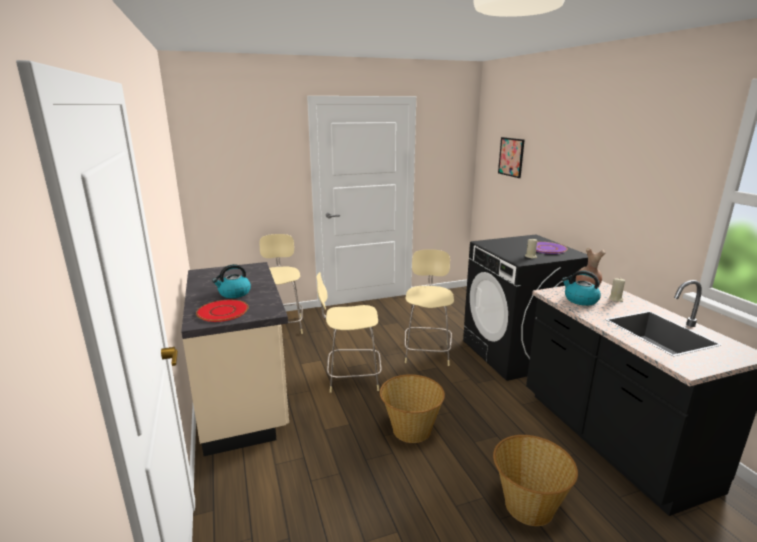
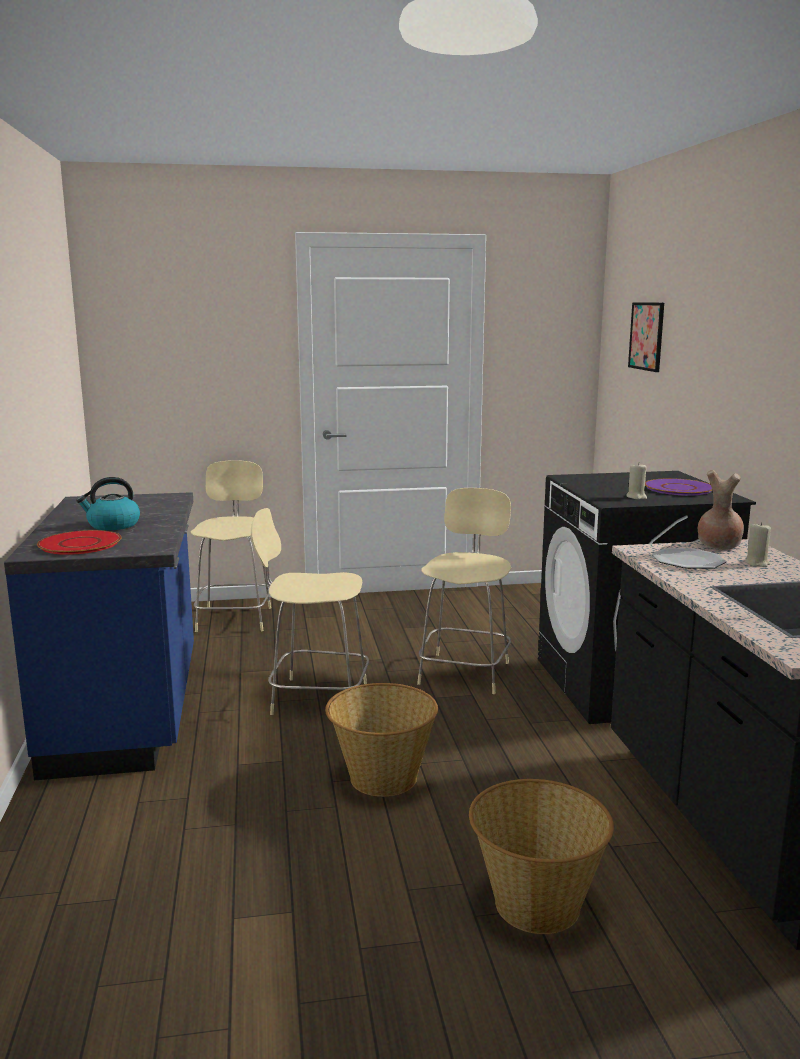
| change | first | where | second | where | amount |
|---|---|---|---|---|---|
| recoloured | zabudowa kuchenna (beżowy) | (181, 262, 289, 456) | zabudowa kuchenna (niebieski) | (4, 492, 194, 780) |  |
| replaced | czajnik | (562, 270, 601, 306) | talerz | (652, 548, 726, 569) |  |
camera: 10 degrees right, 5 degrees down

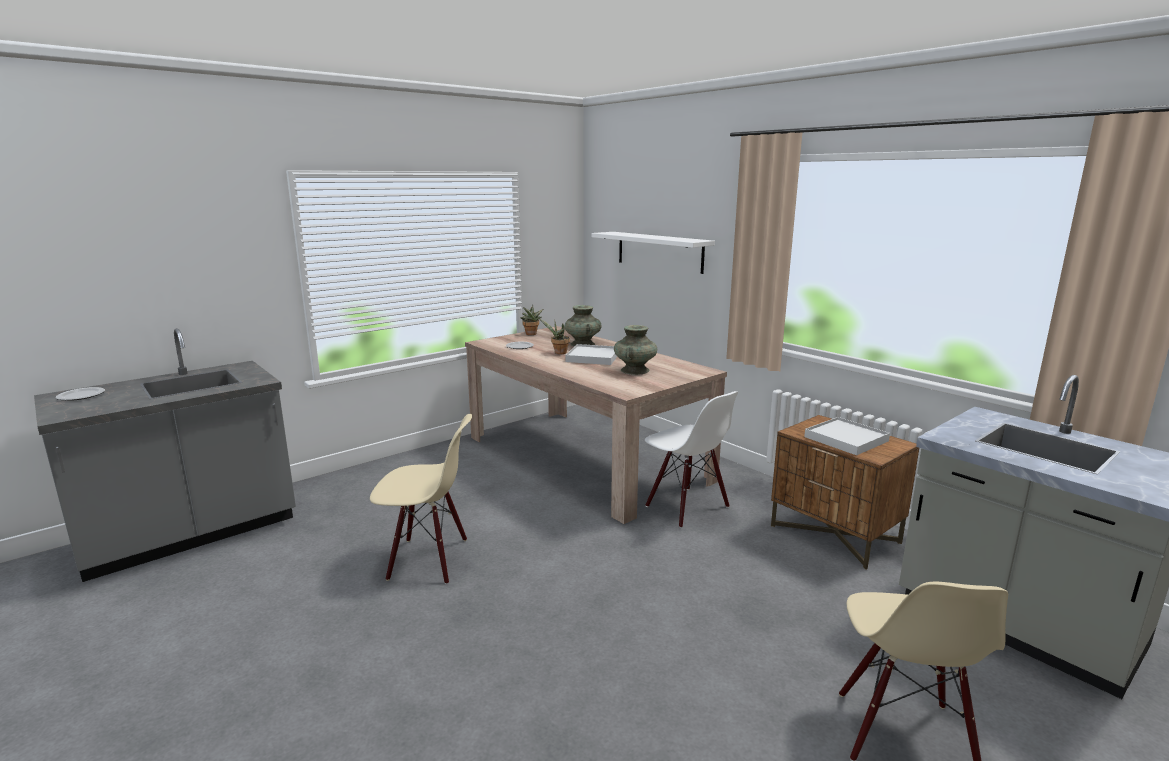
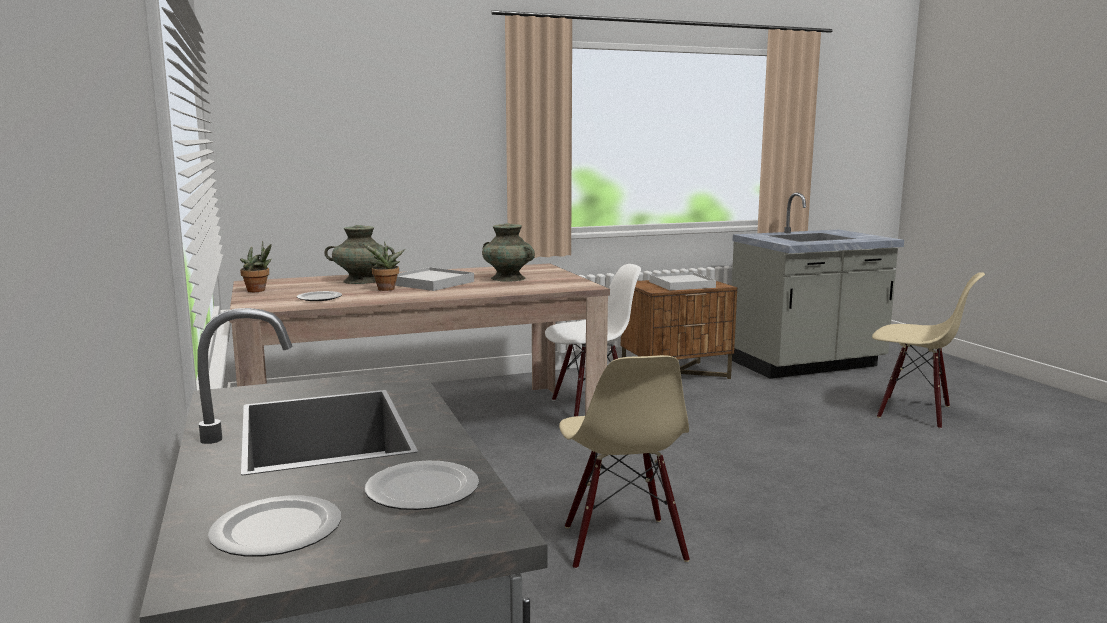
| change | first | where | second | where | amount |
|---|---|---|---|---|---|
| added |  |  | talerz | (365, 461, 479, 510) |  |
| turned | krzesło (beżowy) | (370, 414, 472, 584) |  | (559, 355, 690, 569) | 150 degrees clockwise |
| removed | półka (biały) | (591, 232, 715, 274) |  |  |  |
camera: 70 degrees left, 5 degrees down

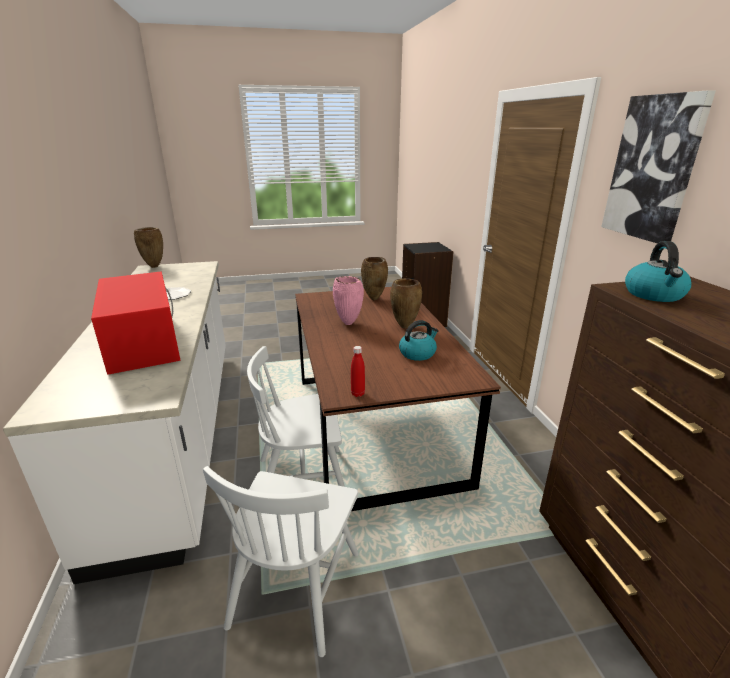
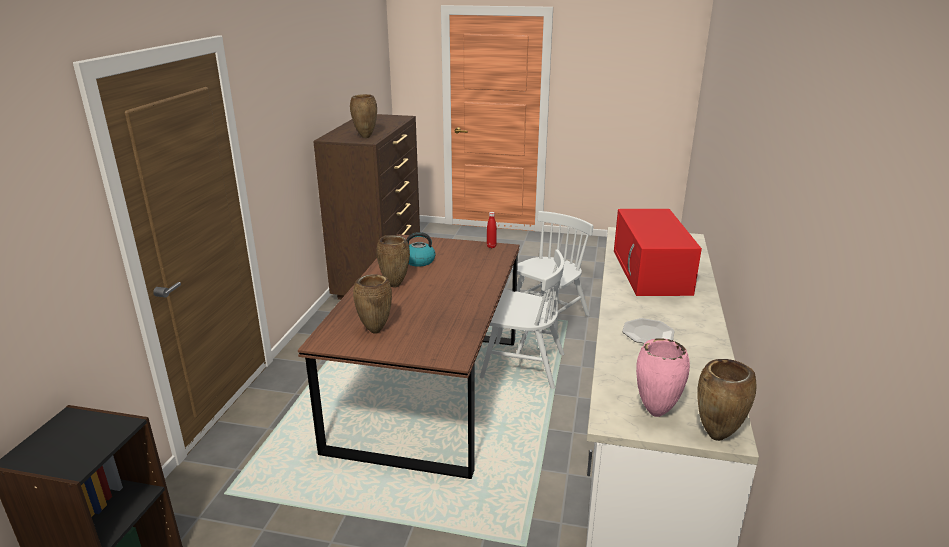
| change | first | where | second | where | amount |
|---|---|---|---|---|---|
| replaced | czajnik | (625, 241, 691, 302) | wazon (brązowy) | (350, 94, 377, 138) |  |
| moved | wazon (różowy) | (333, 276, 364, 325) |  | (636, 338, 690, 417) |  |
| removed | obraz | (601, 90, 716, 244) |  |  |  |
camera: 155 degrees left, 0 degrees up

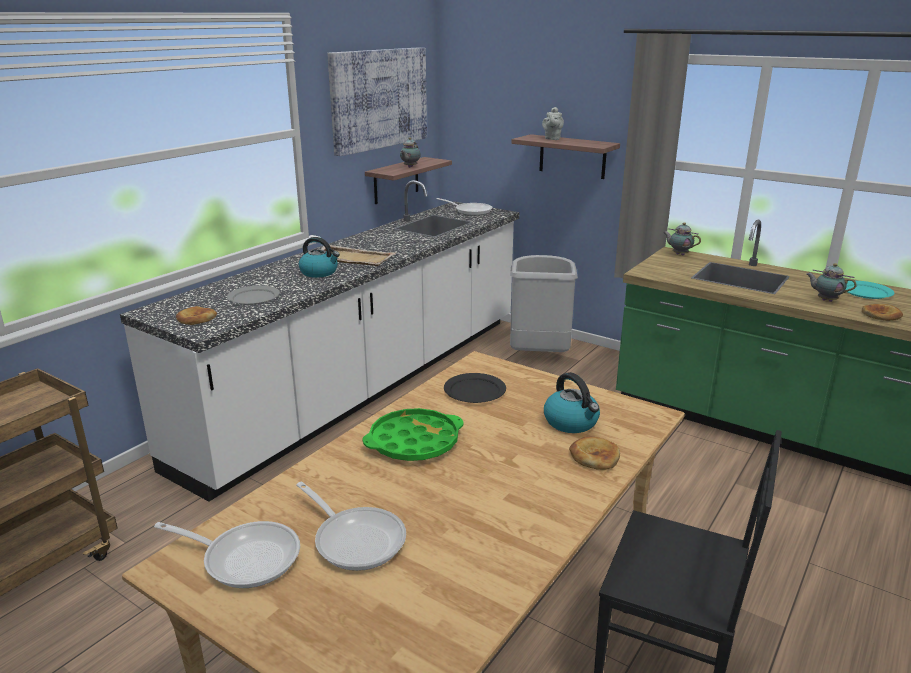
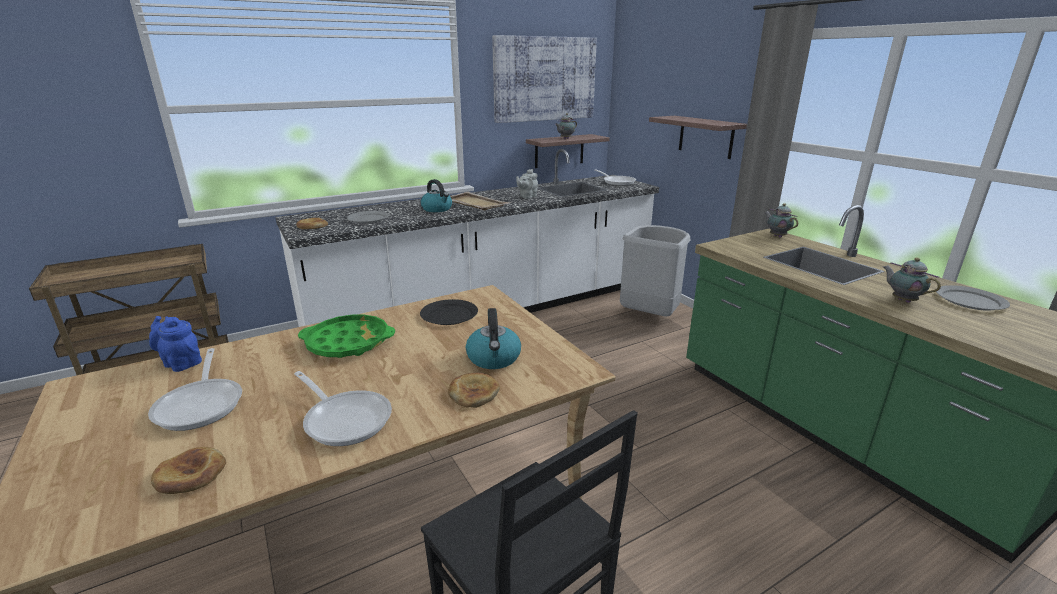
| change | first | where | second | where | amount |
|---|---|---|---|---|---|
| added |  |  | imbryk (niebieski) | (149, 316, 202, 372) |  |
| moved | chleb | (862, 304, 903, 321) |  | (151, 447, 226, 494) |  |
| moved | patelnia | (154, 521, 300, 588) |  | (294, 371, 392, 446) |  |
| moved | imbryk (szary) | (542, 107, 564, 140) |  | (516, 169, 538, 199) |  |
| recoloured | talerz (turkusowy) | (846, 281, 894, 299) | talerz (szary) | (936, 285, 1010, 311) |  |
camera: 25 degrees right, 0 degrees up

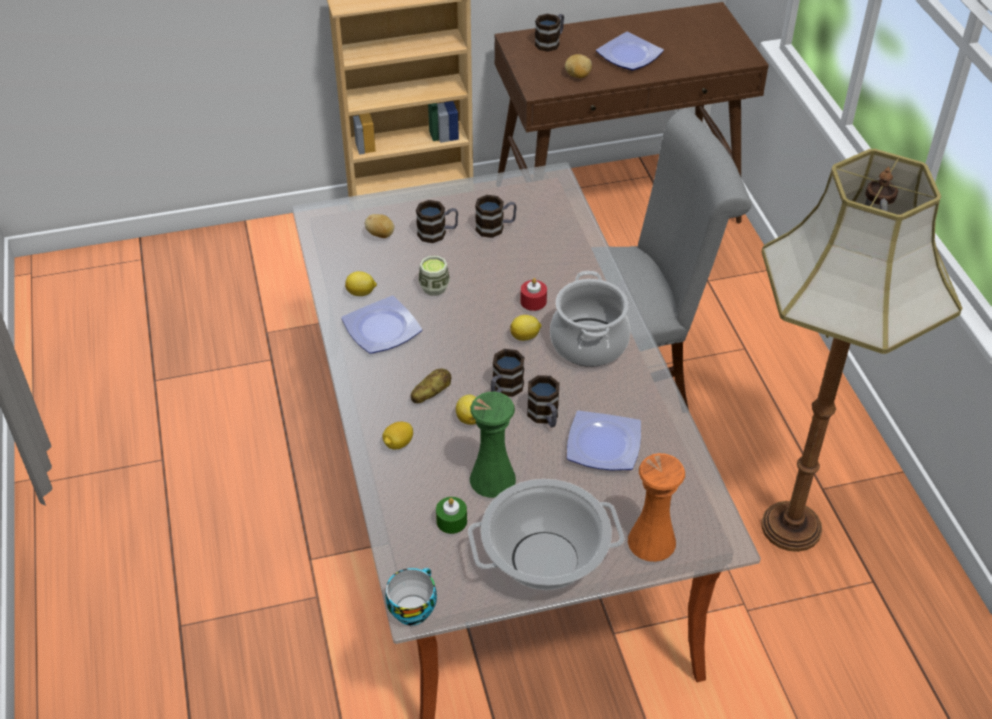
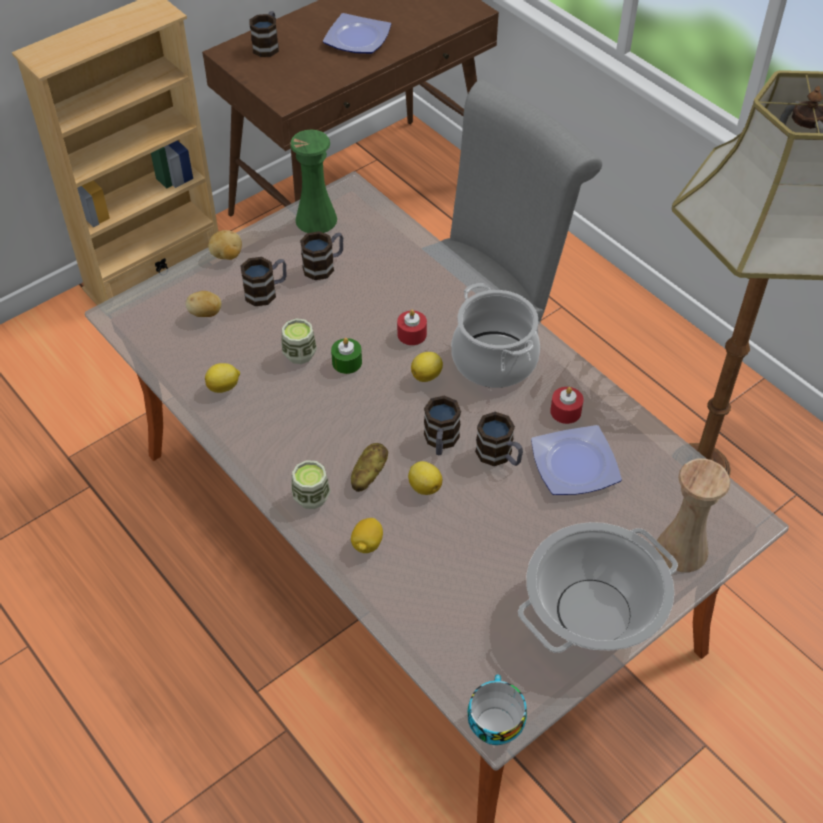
| change | first | where | second | where | amount |
|---|---|---|---|---|---|
| moved | ziemniak | (565, 54, 592, 78) |  | (208, 230, 242, 260) |  |
| moved | wazon (zielony) | (470, 392, 516, 498) |  | (290, 130, 337, 233) |  |
| added |  |  | filiżanka | (291, 460, 331, 509) |  |
| moved | świeca (zielony) | (436, 497, 467, 534) |  | (331, 338, 362, 374) |  |
| added |  |  | świeca (czerwony) | (550, 387, 584, 424) |  |
| recoloured | wazon (pomarańczowy) | (628, 453, 685, 562) | wazon (beżowy) | (655, 458, 730, 572) |  |
| removed | talerz | (341, 296, 422, 354) |  |  |  |
camera: 25 degrees left, 5 degrees up

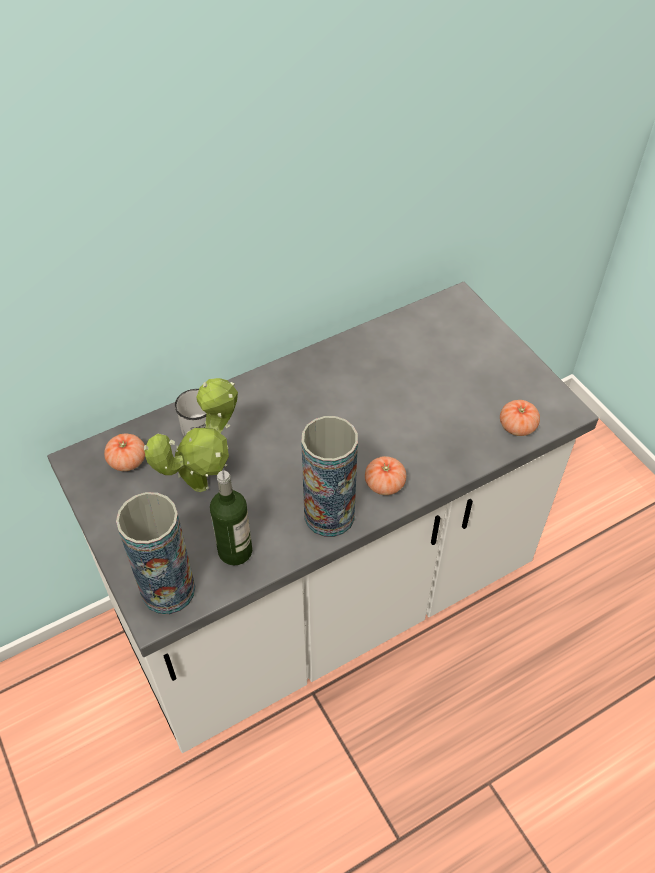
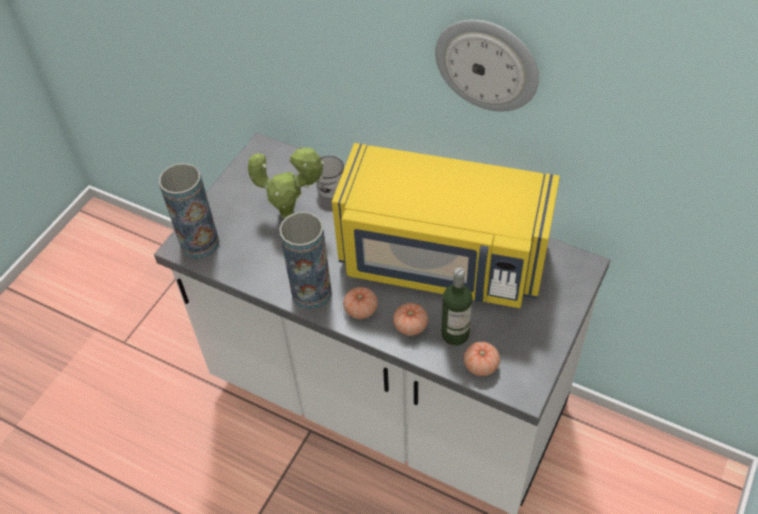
| change | first | where | second | where | amount |
|---|---|---|---|---|---|
| added |  |  | mikrofalówka (żółty) | (332, 143, 560, 308) |  |
| moved | pomidor | (104, 434, 145, 471) |  | (393, 303, 428, 336) |  |
| added |  |  | zegar ścienny | (435, 19, 539, 111) |  |
| moved | butelka | (210, 471, 252, 565) |  | (441, 268, 472, 346) |  |
camera: 60 degrees right, 0 degrees up

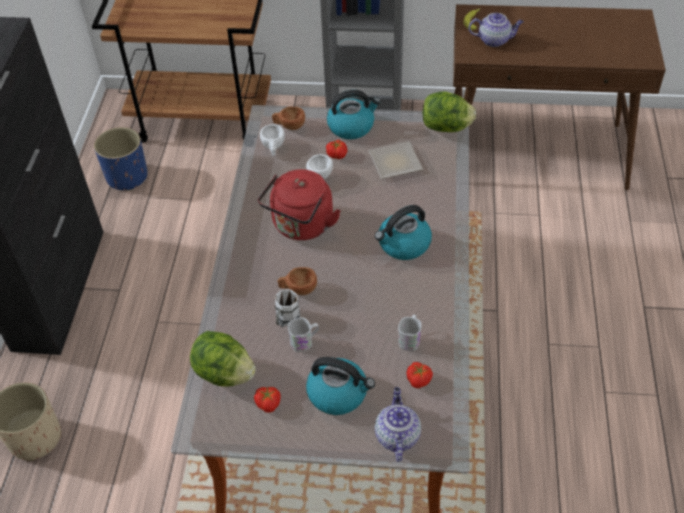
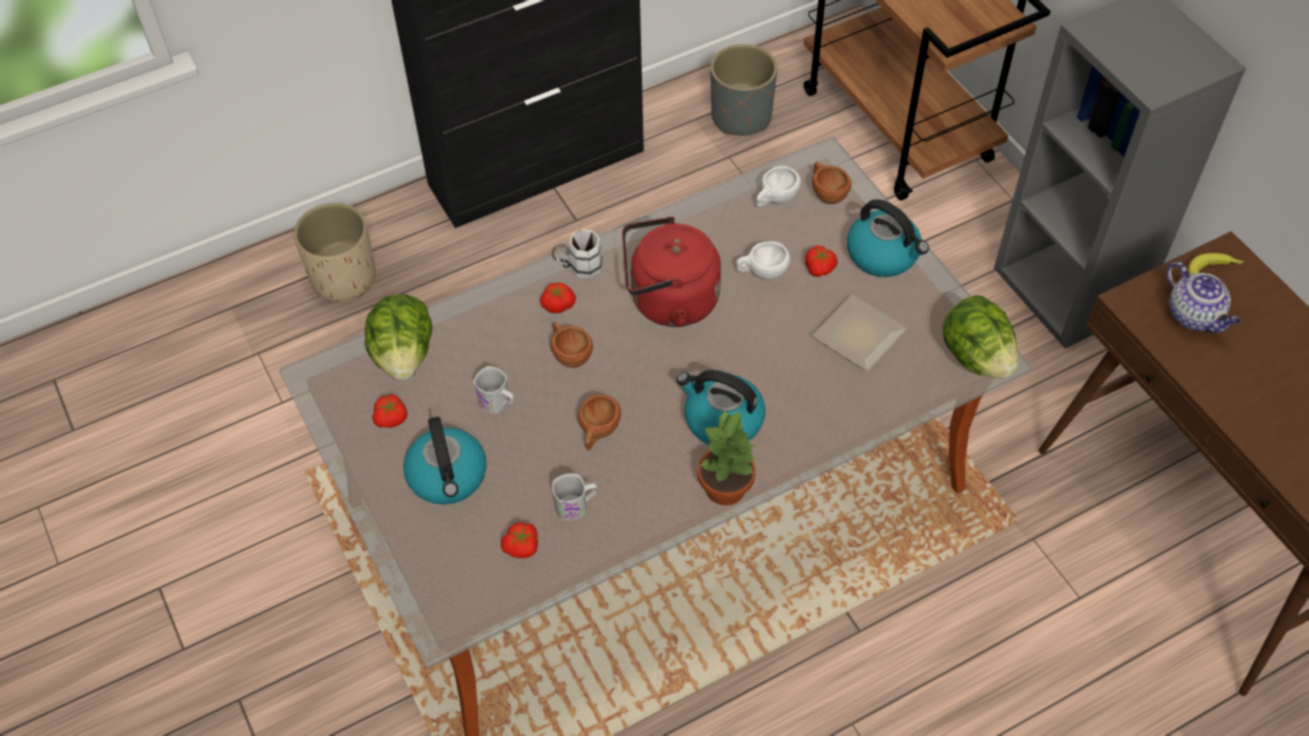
| change | first | where | second | where | amount |
|---|---|---|---|---|---|
| added |  |  | pomidor | (540, 283, 576, 313) |  |
| moved | kubek (biały) | (275, 289, 300, 327) |  | (552, 229, 603, 279) |  |
| added |  |  | filiżanka (brązowy) | (578, 395, 621, 450) |  |
| added |  |  | roślina doniczkowa | (697, 410, 757, 506) |  |
| recoloured | donica (niebieski) | (94, 127, 148, 191) | donica (szary) | (710, 44, 778, 136) |  |
| removed | imbryk | (375, 387, 421, 462) |  |  |  |
camera: 55 degrees right, 5 degrees up

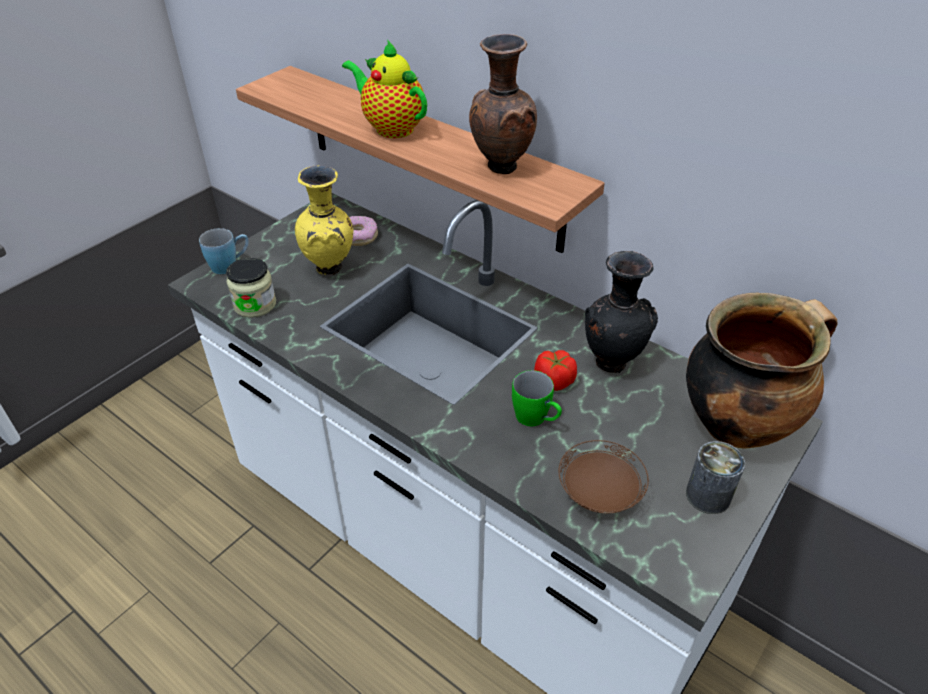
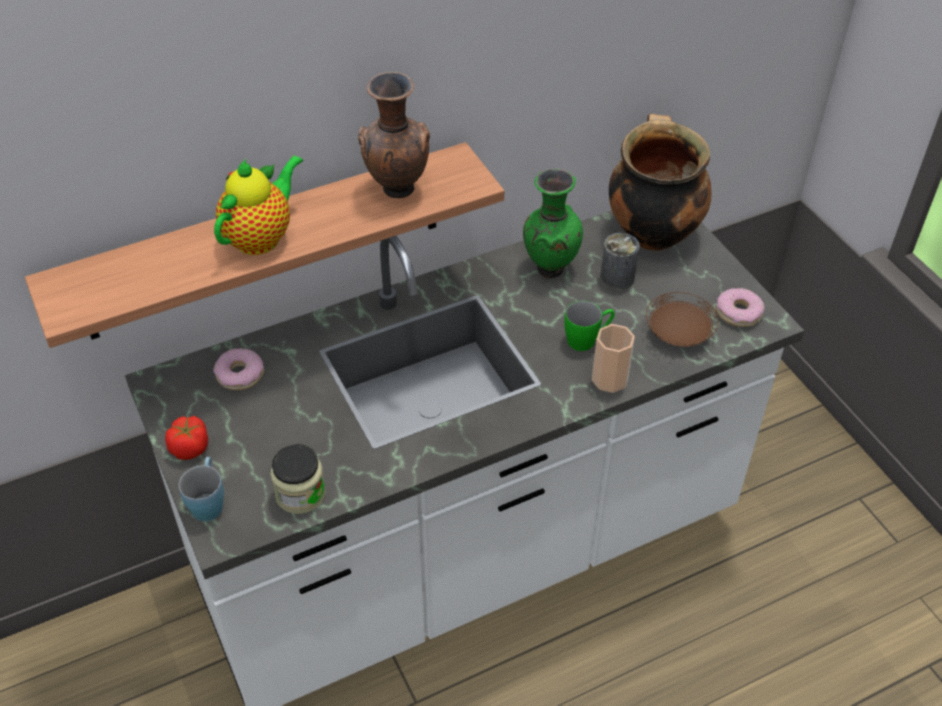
| change | first | where | second | where | amount |
|---|---|---|---|---|---|
| moved | pomidor | (534, 350, 577, 391) |  | (165, 416, 208, 460) |  |
| turned | imbryk | (342, 39, 427, 138) |  | (214, 155, 303, 255) | 150 degrees clockwise |
| recoloured | wazon (czarny) | (585, 251, 658, 373) | wazon (zielony) | (523, 169, 583, 278) |  |
| added |  |  | filiżanka | (592, 324, 635, 393) |  |
| moved | puszka | (686, 441, 745, 514) |  | (600, 233, 640, 290) |  |
| added |  |  | donut | (716, 288, 765, 327) |  |
| removed | wazon (żółty) | (295, 165, 353, 275) |  |  |  |
camera: 65 degrees left, 5 degrees up

